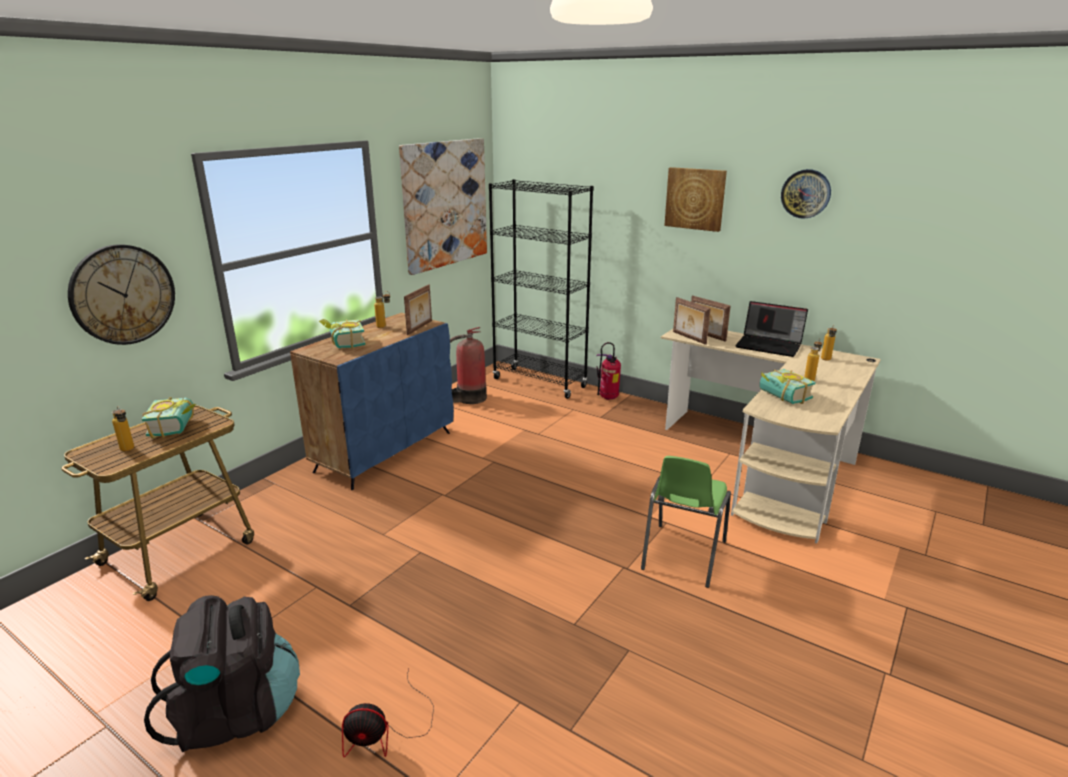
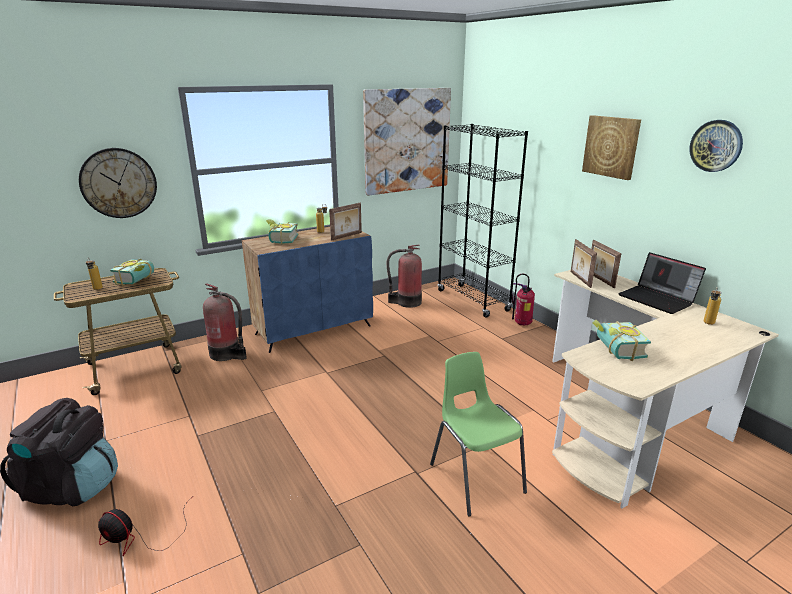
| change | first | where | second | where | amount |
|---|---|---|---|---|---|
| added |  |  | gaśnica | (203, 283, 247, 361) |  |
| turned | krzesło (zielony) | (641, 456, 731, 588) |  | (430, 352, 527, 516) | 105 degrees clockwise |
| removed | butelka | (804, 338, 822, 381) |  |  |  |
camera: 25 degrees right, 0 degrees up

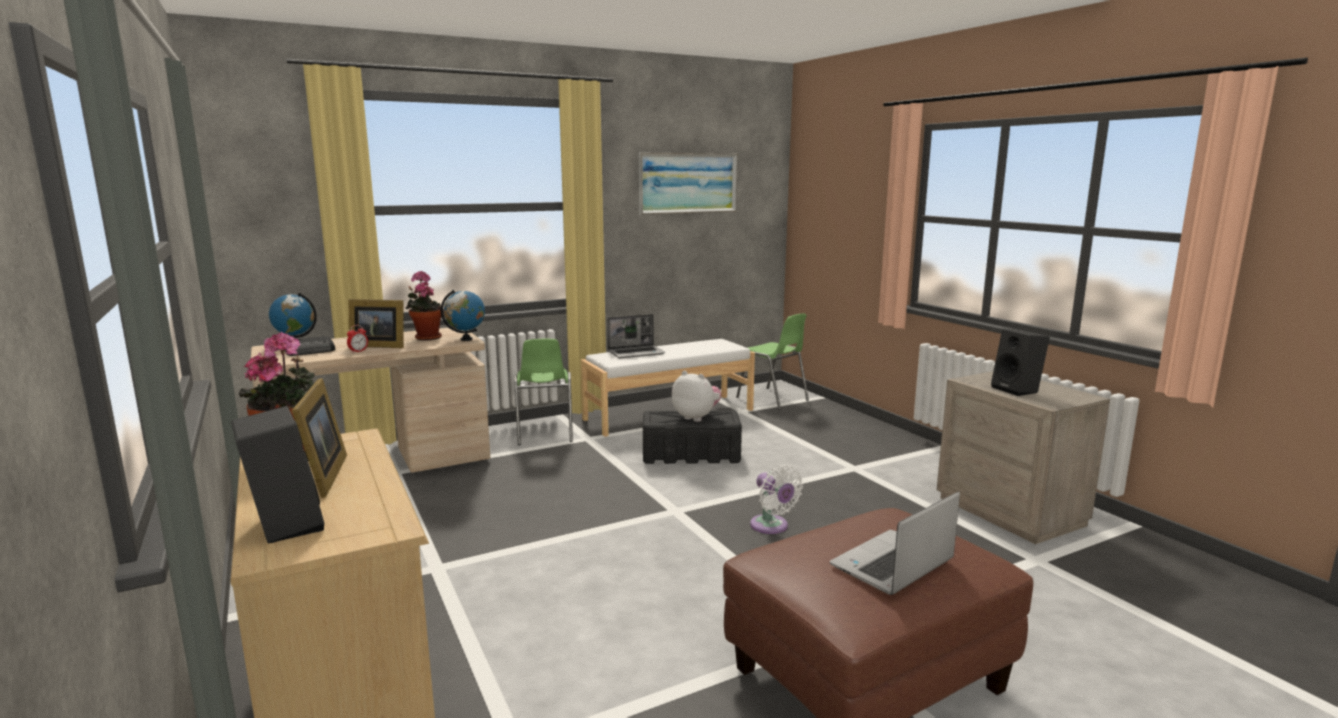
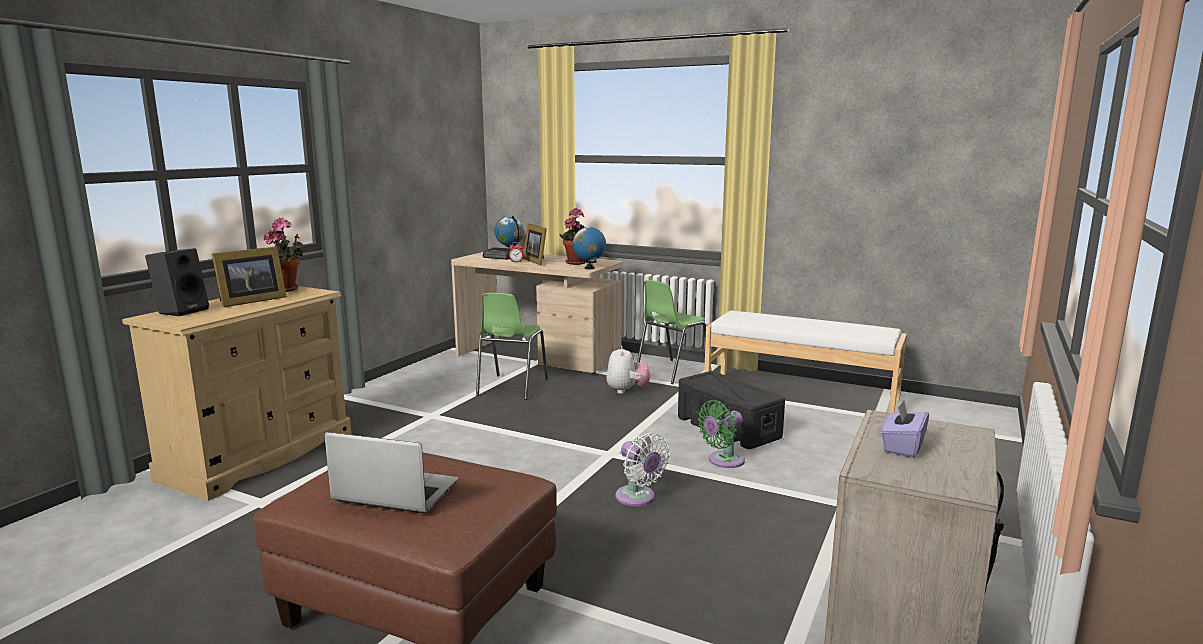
| change | first | where | second | where | amount |
|---|---|---|---|---|---|
| moved | krzesło (zielony) | (736, 314, 809, 410) |  | (476, 293, 548, 400) |  |
| moved | pluszak | (672, 371, 721, 422) |  | (606, 346, 650, 394) |  |
| turned | wentylator (biały) | (750, 465, 803, 534) |  | (615, 433, 670, 506) | 60 degrees counterclockwise |
| added |  |  | wentylator (zielony) | (698, 400, 745, 468) |  |
| replaced | głośnik (czarny) | (991, 329, 1050, 396) | pudełko chusteczek (fioletowy) | (881, 400, 929, 458) |  |
| removed | laptop | (607, 314, 665, 358) |  |  |  |
| removed | obraz | (639, 153, 738, 215) |  |  |  |
camera: 55 degrees right, 0 degrees up

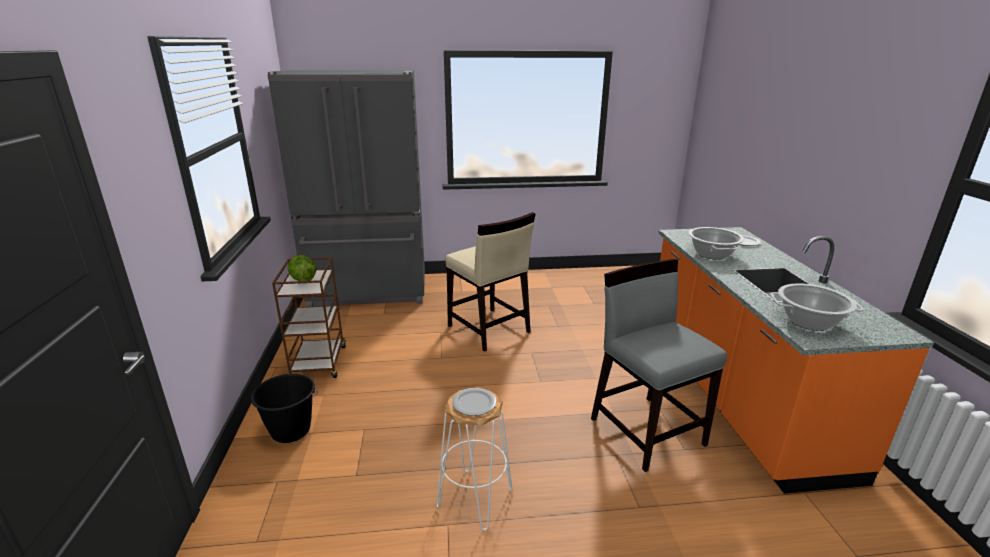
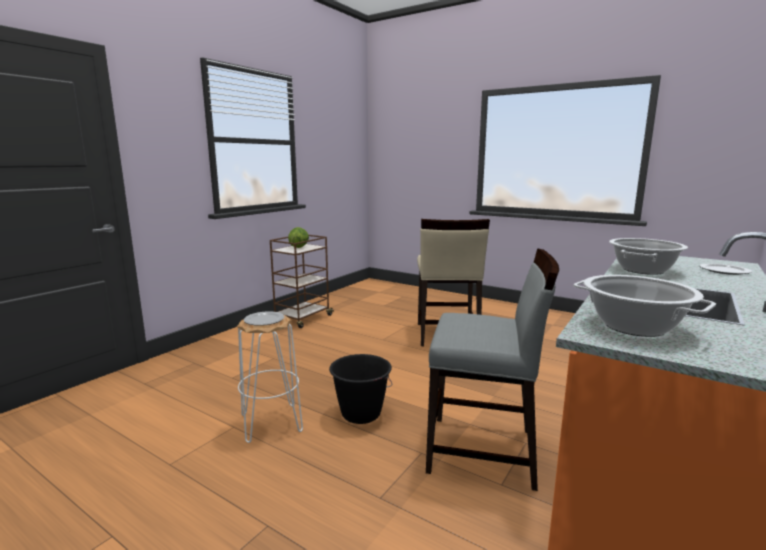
| change | first | where | second | where | amount |
|---|---|---|---|---|---|
| moved | wiadro (czarny) | (251, 374, 318, 443) |  | (329, 354, 392, 424) |  |
| turned | krzesło (szary) | (591, 259, 727, 472) |  | (426, 249, 559, 491) | 90 degrees clockwise |
| removed | lodówka (szary) | (267, 70, 425, 307) |  |  |  |
camera: 40 degrees right, 10 degrees down

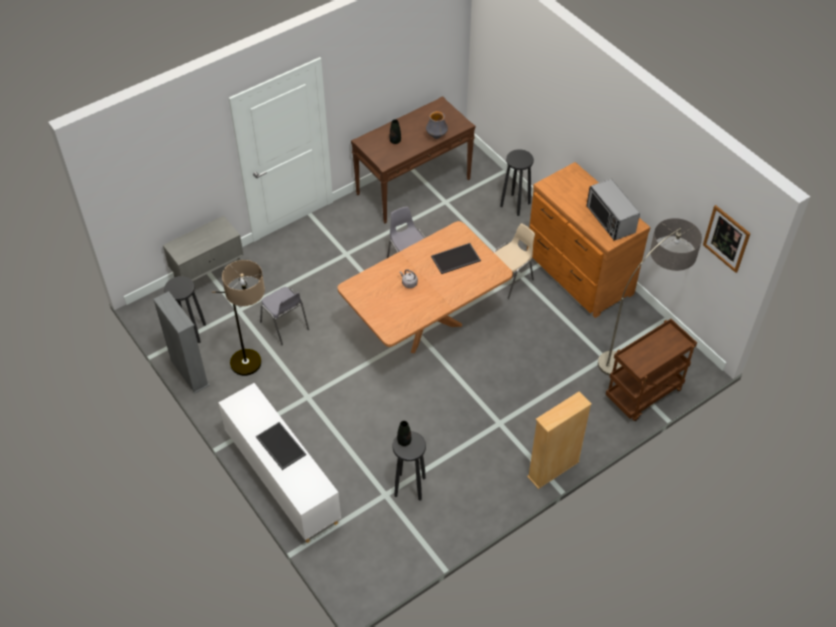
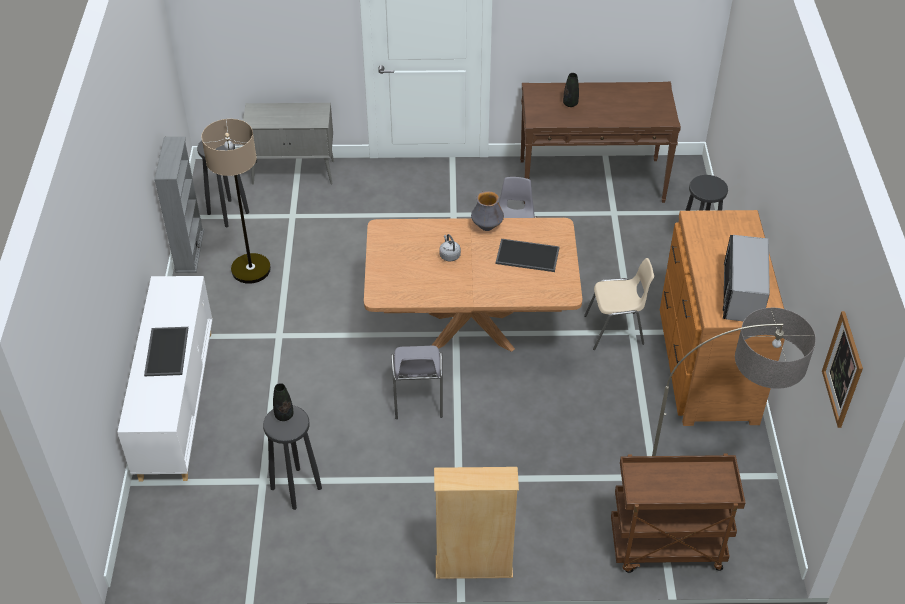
| change | first | where | second | where | amount |
|---|---|---|---|---|---|
| moved | krzesło (szary) | (260, 287, 309, 345) |  | (391, 346, 443, 419) |  |
| moved | wazon | (426, 111, 448, 139) |  | (471, 191, 504, 231) |  |
camera: 35 degrees right, 5 degrees down

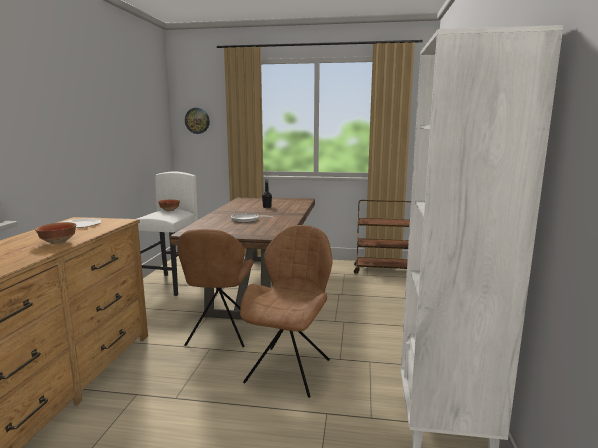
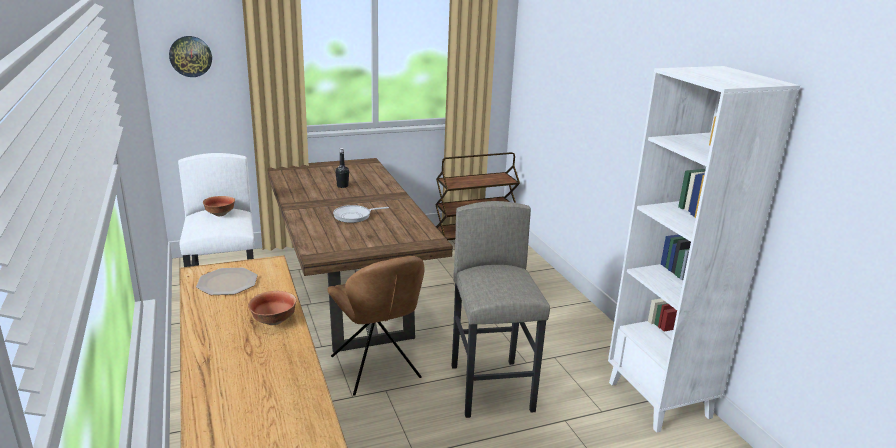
| change | first | where | second | where | amount |
|---|---|---|---|---|---|
| replaced | krzesło (brązowy) | (240, 225, 332, 398) | stołek (szary) | (452, 201, 550, 418) |  |
camera: 30 degrees left, 10 degrees up

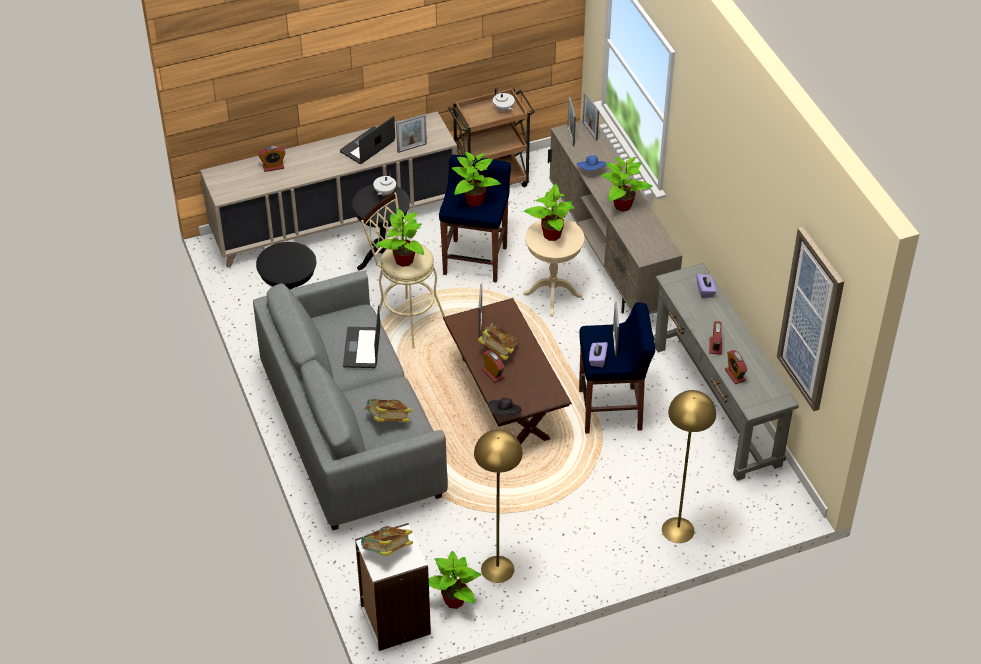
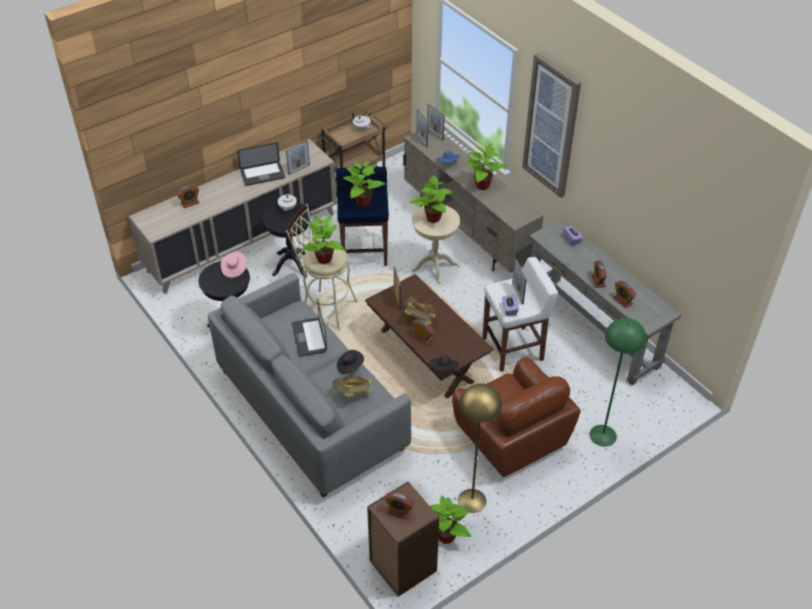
| change | first | where | second | where | amount |
|---|---|---|---|---|---|
| added |  |  | kapelusz (różowy) | (221, 252, 247, 278) |  |
| turned | laptop | (340, 116, 395, 164) |  | (237, 142, 285, 186) | 135 degrees counterclockwise |
| added |  |  | kapelusz (czarny) | (337, 350, 364, 374) |  |
| recoloured | regał (biały) | (355, 523, 431, 651) | regał (brązowy) | (367, 481, 440, 597) |  |
| replaced | książka | (361, 526, 413, 556) | budzik | (385, 492, 414, 519) |  |
| added |  |  | fotel (brązowy) | (452, 357, 581, 477) |  |
| recoloured | stołek (niebieski) | (579, 303, 655, 433) | stołek (biały) | (483, 257, 558, 372) |  |
| moved | obraz | (777, 227, 844, 411) |  | (522, 53, 581, 198) |  |
| recoloured | lampa stojąca (żółty) | (662, 390, 716, 543) | lampa stojąca (zielony) | (589, 318, 646, 447) |  |
camera: 15 degrees left, 0 degrees up

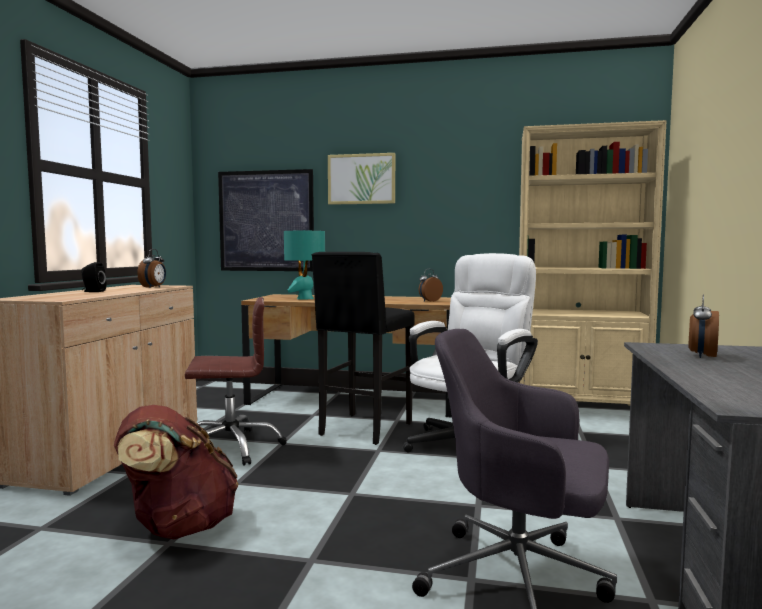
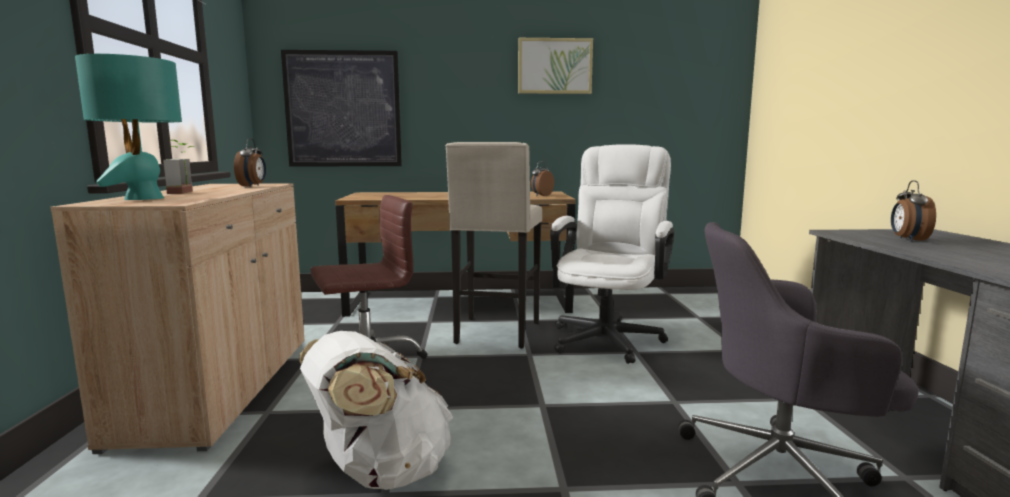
| change | first | where | second | where | amount |
|---|---|---|---|---|---|
| moved | lampa stołowa (turkusowy) | (284, 230, 325, 299) |  | (75, 54, 182, 200) |  |
| replaced | głośnik (czarny) | (81, 262, 106, 292) | roślina doniczkowa | (163, 140, 196, 194) |  |
| recoloured | plecak (brązowy) | (114, 405, 239, 539) | plecak (biały) | (299, 331, 453, 490) |  |
| recoloured | stołek (czarny) | (312, 252, 415, 445) | stołek (beżowy) | (445, 142, 542, 349) |  |
| moved | obraz | (328, 153, 395, 205) |  | (518, 38, 593, 94) |  |
| removed | regał (beżowy) | (518, 120, 667, 406) |  |  |  |
camera: 15 degrees left, 5 degrees up

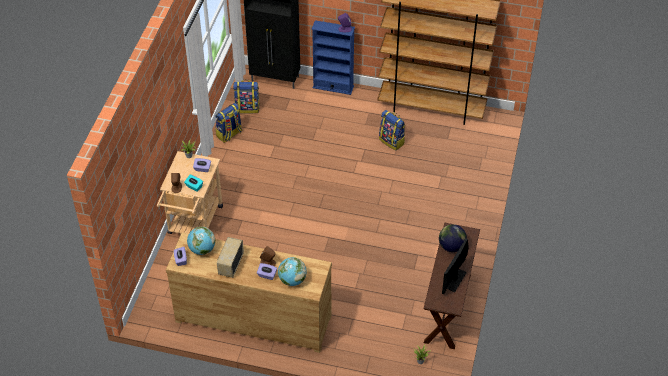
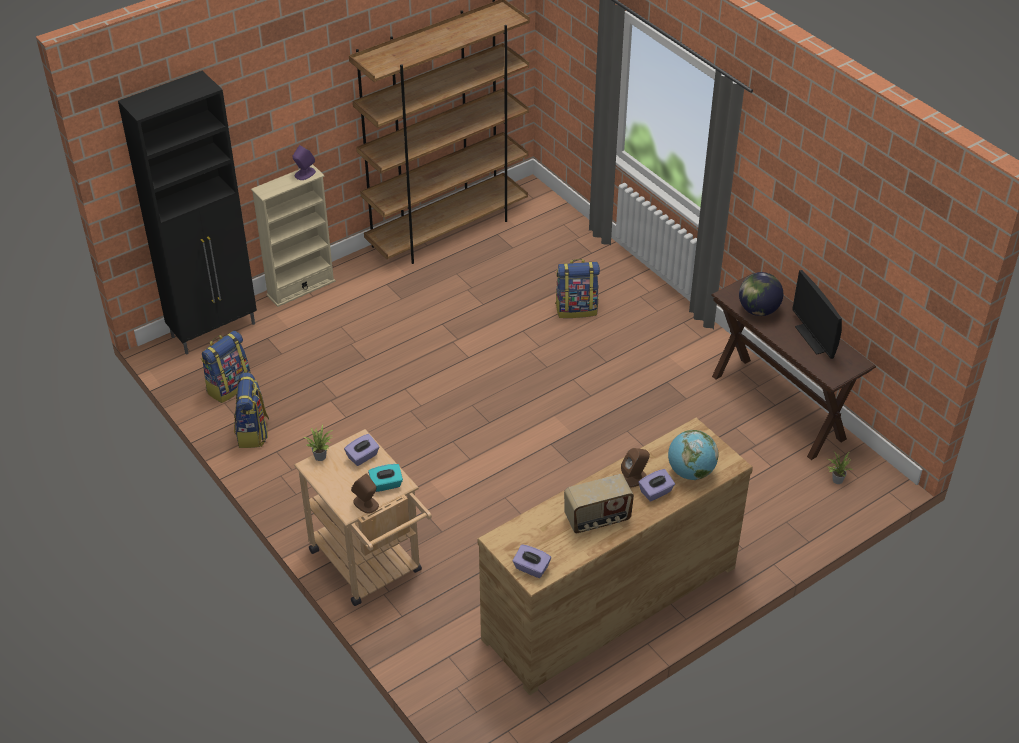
| change | first | where | second | where | amount |
|---|---|---|---|---|---|
| recoloured | regał (niebieski) | (311, 20, 355, 95) | regał (beżowy) | (251, 164, 335, 307) |  |
| moved | plecak | (379, 110, 405, 150) |  | (555, 259, 600, 318) |  |
| turned | radio | (217, 237, 244, 278) |  | (564, 474, 634, 533) | 75 degrees counterclockwise |
| removed | globus | (187, 227, 215, 255) |  |  |  |
camera: 50 degrees left, 5 degrees down

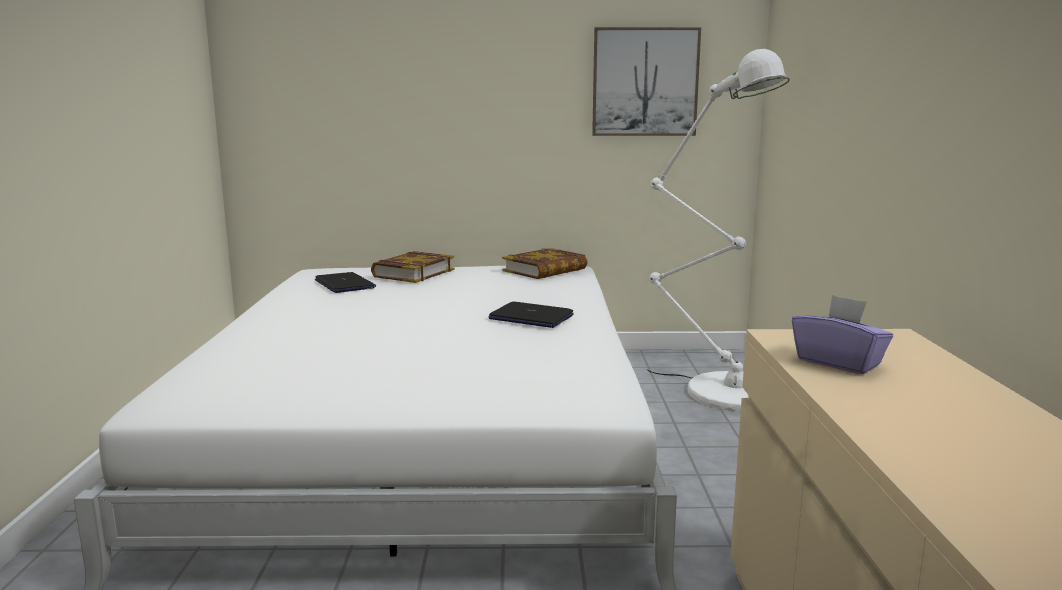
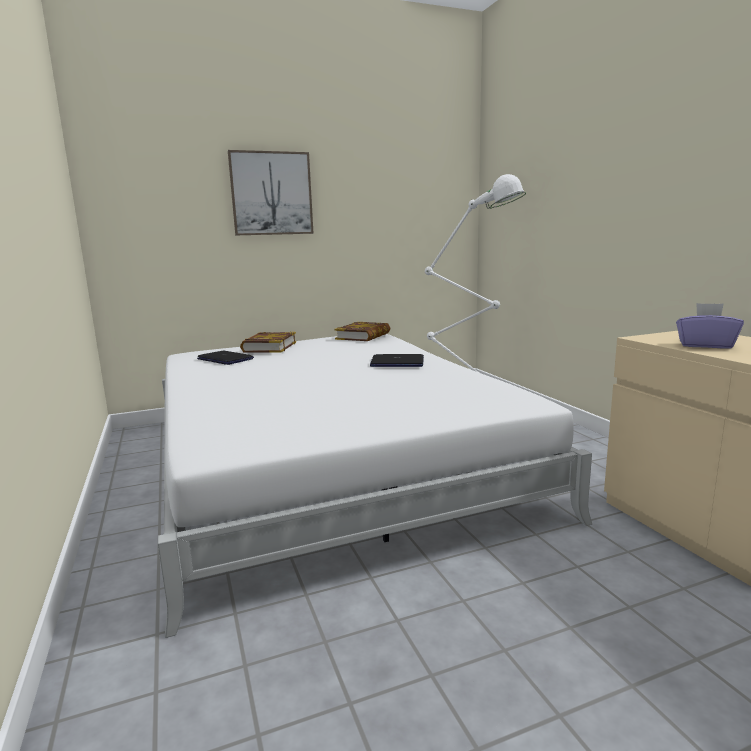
| change | first | where | second | where | amount |
|---|---|---|---|---|---|
| moved | obraz | (592, 27, 701, 136) |  | (228, 150, 314, 235) |  |
camera: 20 degrees left, 0 degrees up

